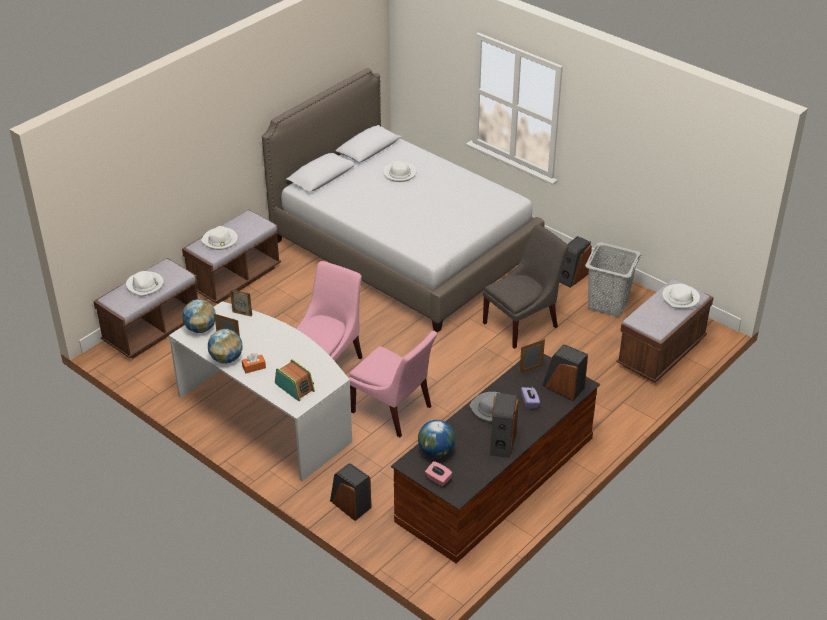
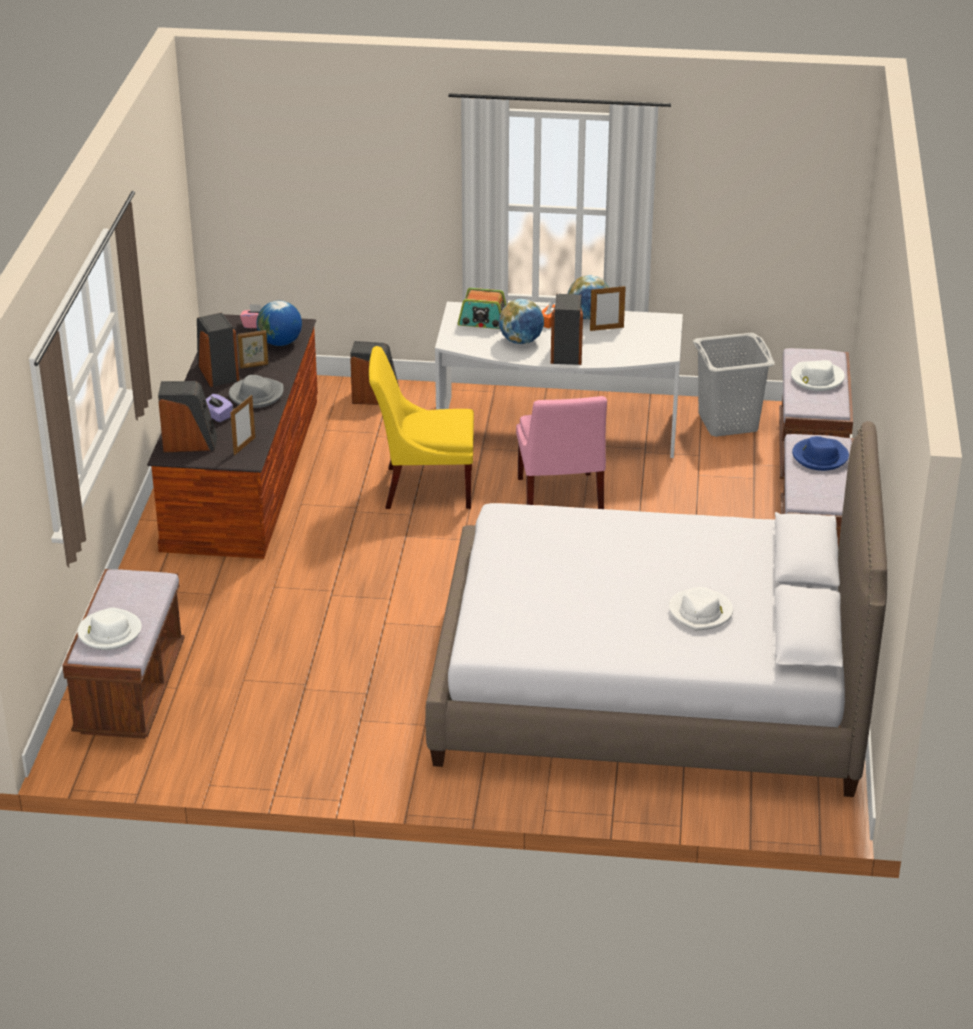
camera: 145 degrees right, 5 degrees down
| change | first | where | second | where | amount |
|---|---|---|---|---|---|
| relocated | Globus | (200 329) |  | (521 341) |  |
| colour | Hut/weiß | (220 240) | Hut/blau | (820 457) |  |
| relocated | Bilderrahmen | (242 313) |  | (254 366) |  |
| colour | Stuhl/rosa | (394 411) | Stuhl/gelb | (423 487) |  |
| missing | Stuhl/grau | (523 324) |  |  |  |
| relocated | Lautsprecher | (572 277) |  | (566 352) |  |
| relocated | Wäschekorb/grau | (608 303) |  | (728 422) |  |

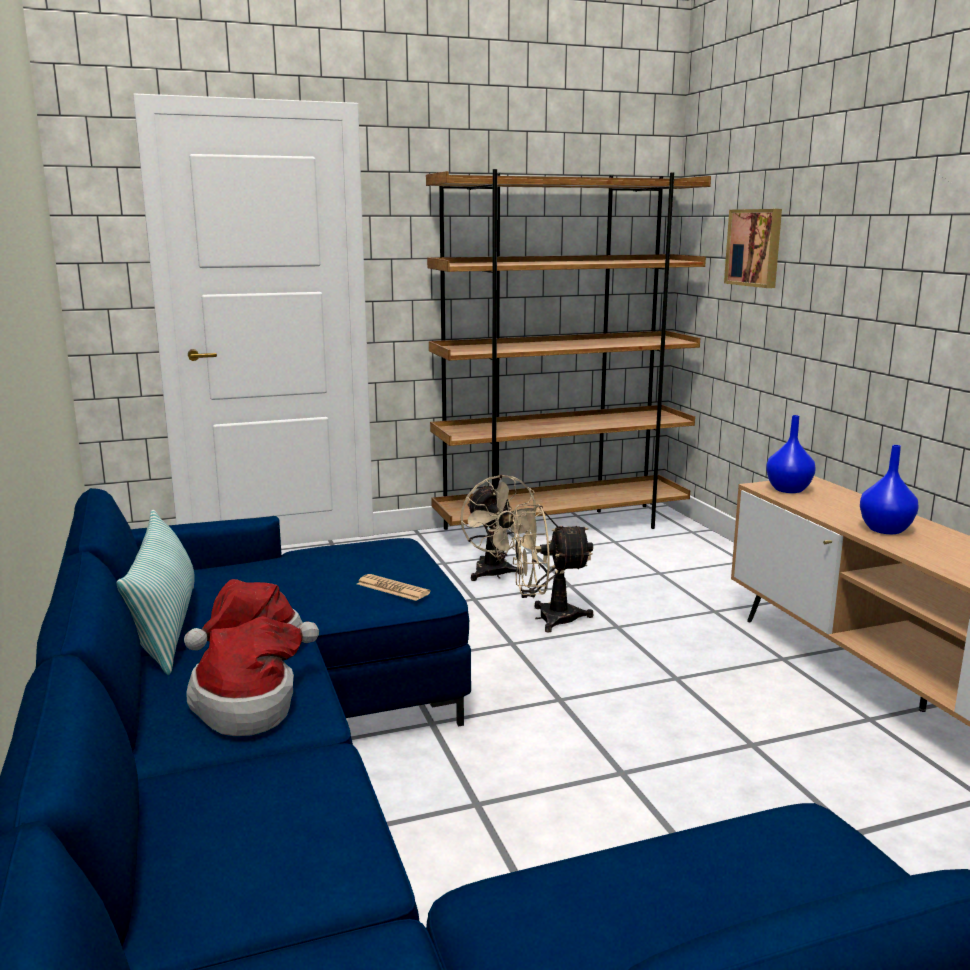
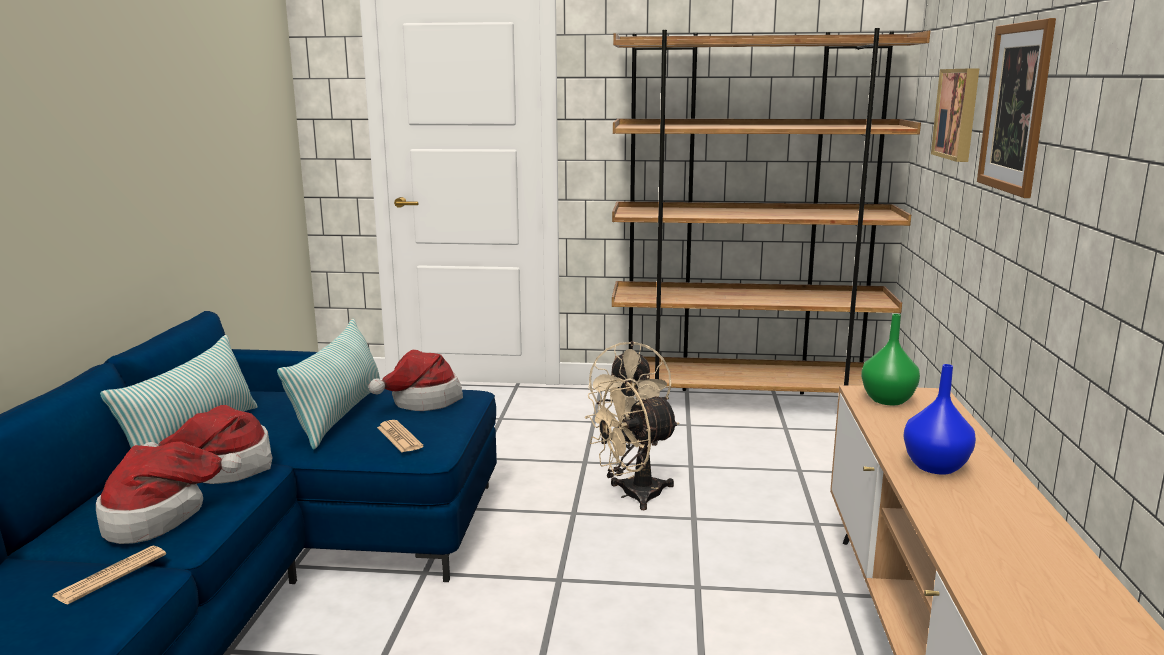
camera: 25 degrees right, 0 degrees up
| change | first | where | second | where | amount |
|---|---|---|---|---|---|
| spun | Ventilator/beige | (547 619) |  | (632 495) | 45 degrees counterclockwise |
| colour | Vase/blau | (789 490) | Vase/grün | (888 400) |  |
| appeared |  |  | Zeitung | (111 575) |  |
| appeared |  |  | Kissen | (339 414) |  |
| appeared |  |  | Hut | (421 400) |  |
| appeared |  |  | Bild | (1015 108) |  |

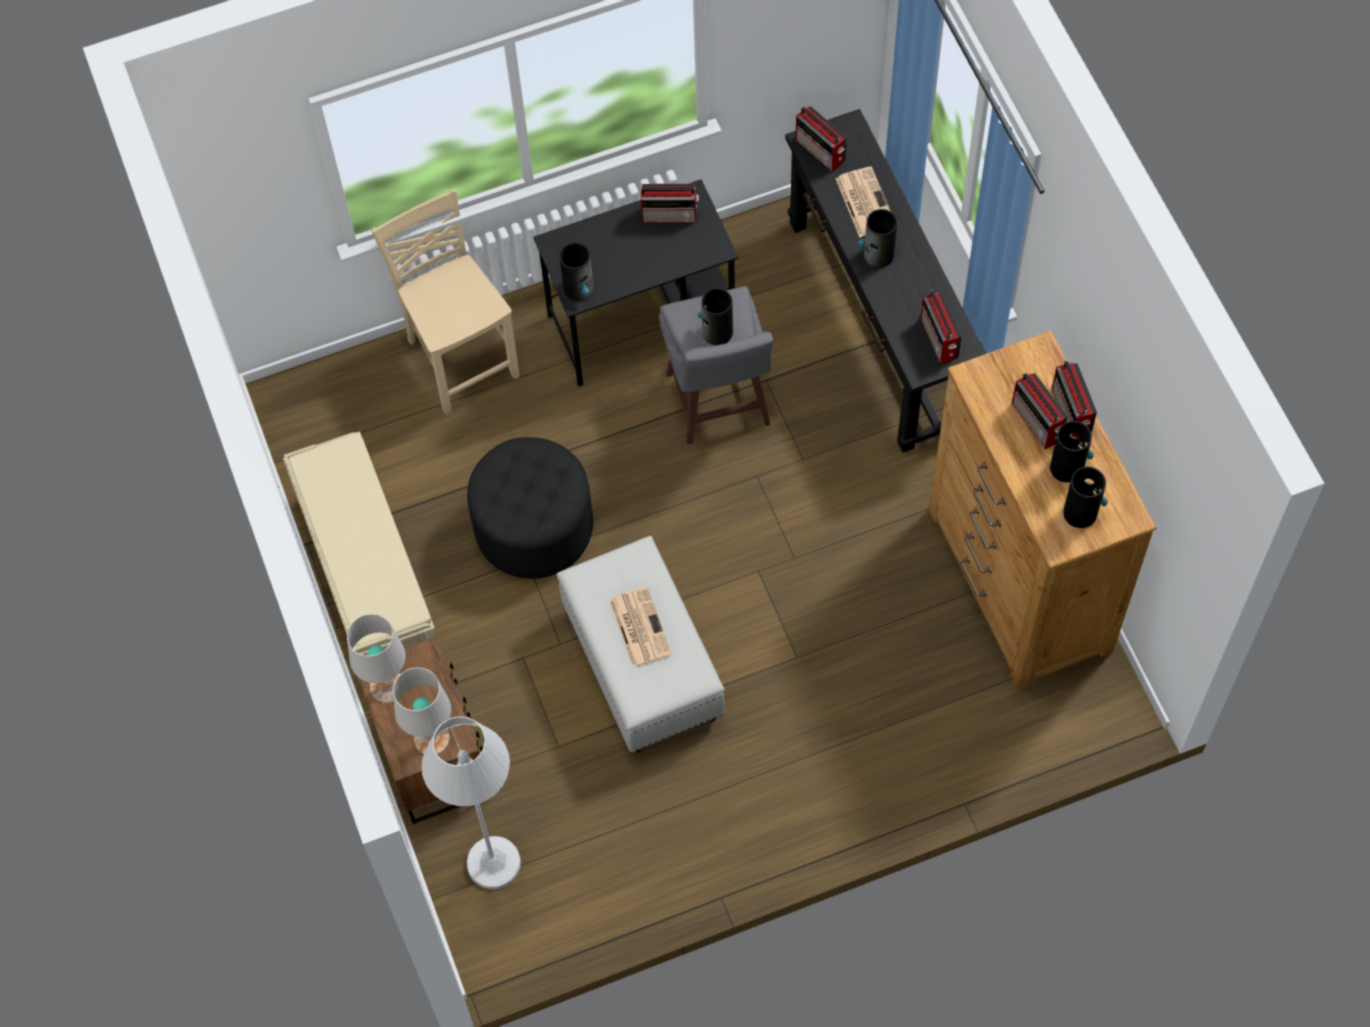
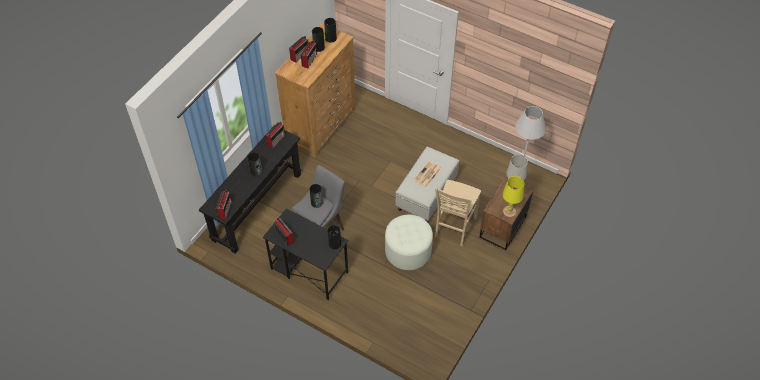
camera: 130 degrees left, 10 degrees down
| change | first | where | second | where | amount |
|---|---|---|---|---|---|
| missing | Bank/beige | (369 579) |  |  |  |
| colour | Tischlampe/weiß | (387 687) | Tischlampe/gelb | (509 211) |  |
| relocated | Stuhl/beige | (461 358) |  | (454 227) |  |
| colour | Polsterhocker/schwarz | (534 526) | Polsterhocker/weiß | (408 251) |  |
| missing | Zeitung | (864 202) |  |  |  |

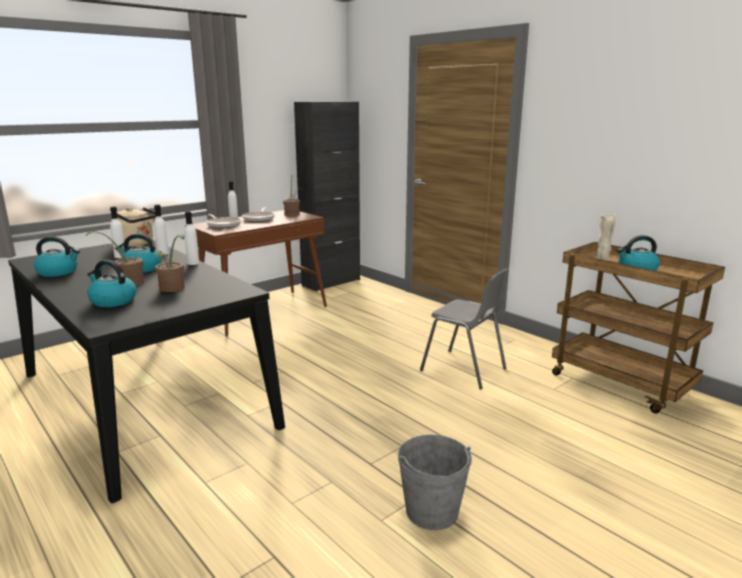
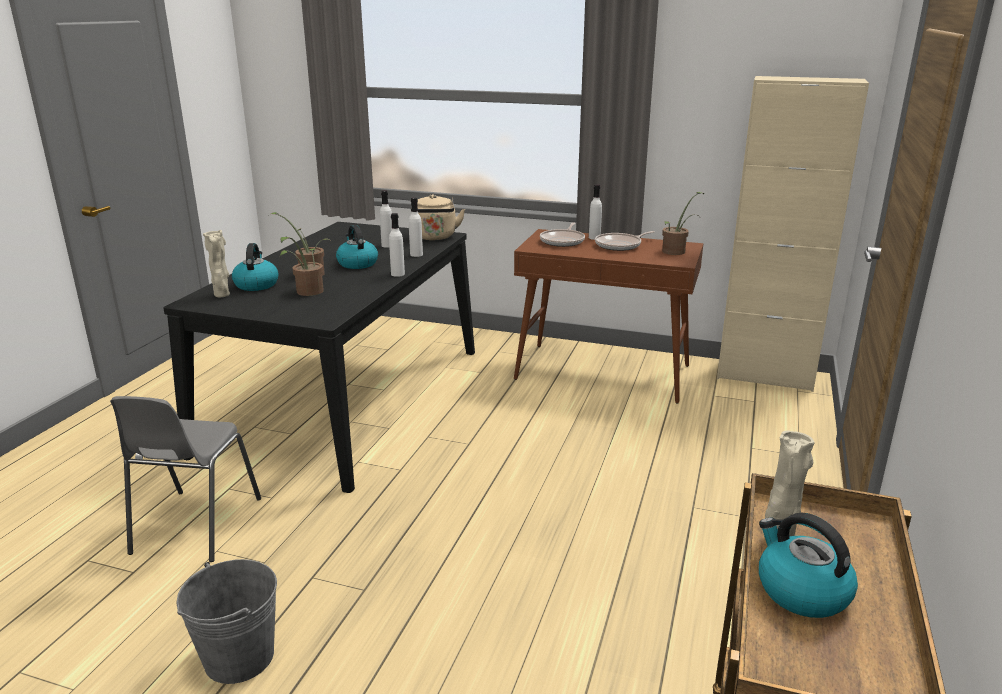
camera: 60 degrees right, 5 degrees up
| change | first | where | second | where | amount |
|---|---|---|---|---|---|
| missing | Wasserkessel | (58 272) |  |  |  |
| colour | Schrank/schwarz | (331 282) | Schrank/beige | (764 376) |  |
| relocated | Stuhl/grau | (464 370) |  | (195 526) |  |
| appeared |  |  | Vase/beige | (222 295) |  |

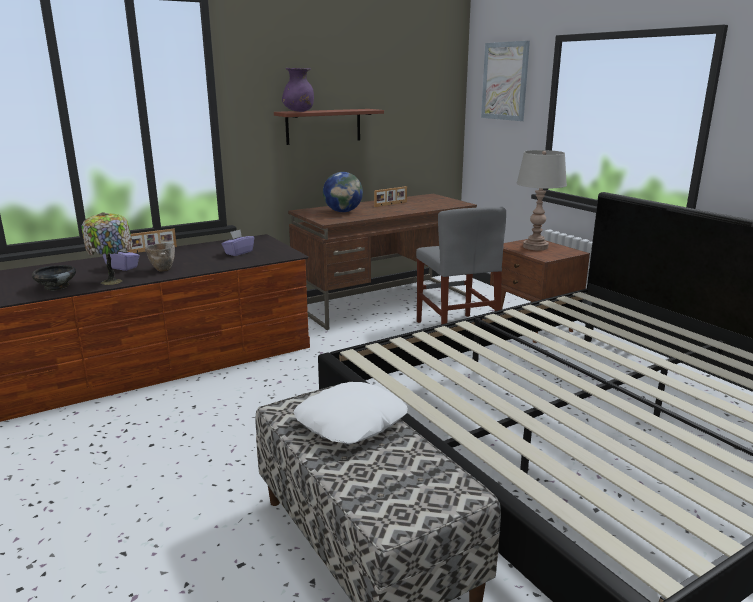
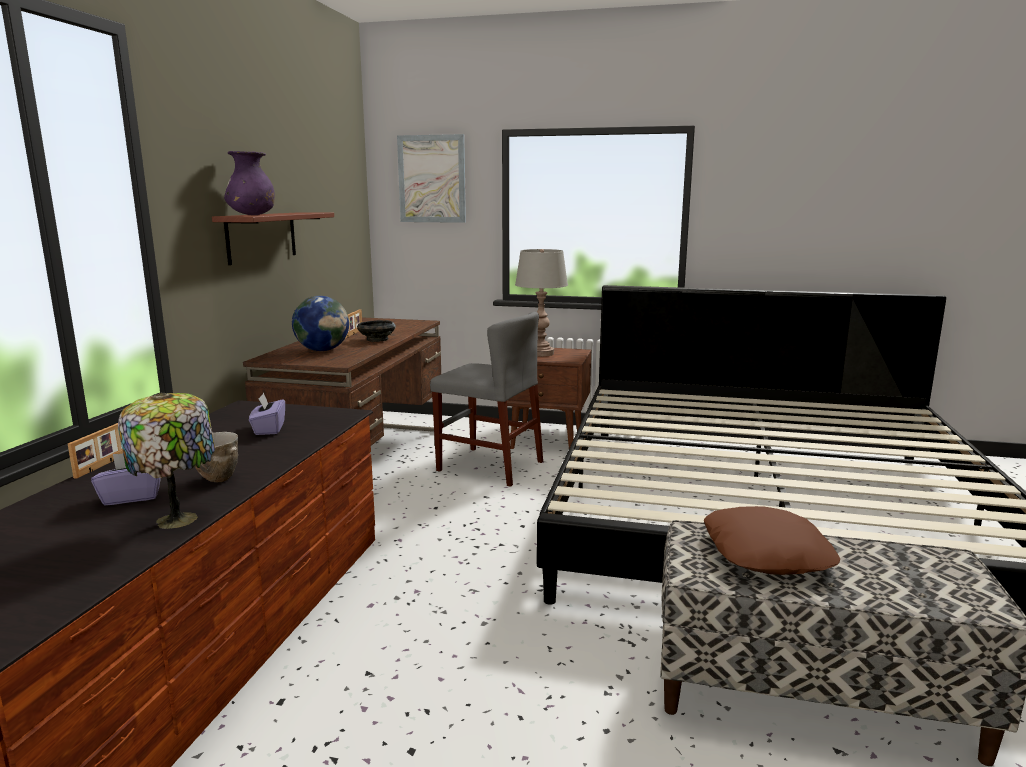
camera: 45 degrees left, 5 degrees down
| change | first | where | second | where | amount |
|---|---|---|---|---|---|
| relocated | Schüssel/schwarz | (56 286) |  | (377 339) |  |
| colour | Kissen/weiß | (351 422) | Kissen/braun | (767 553) |  |

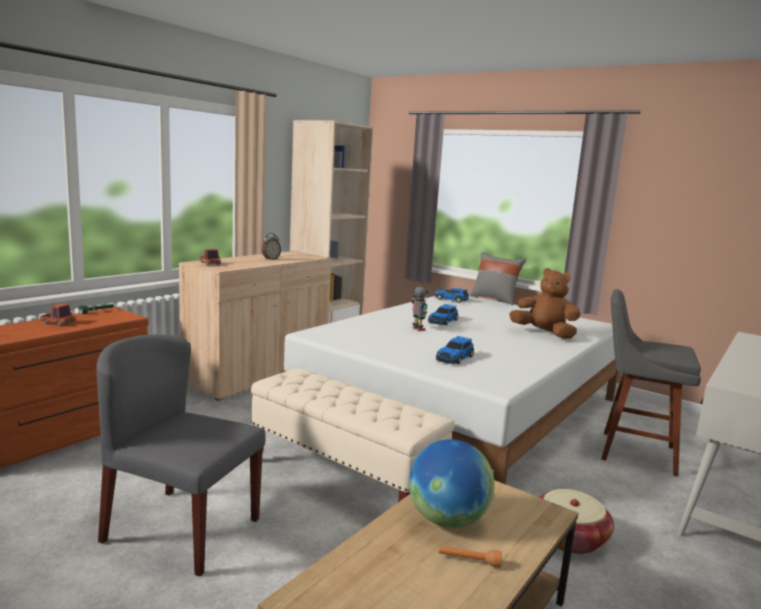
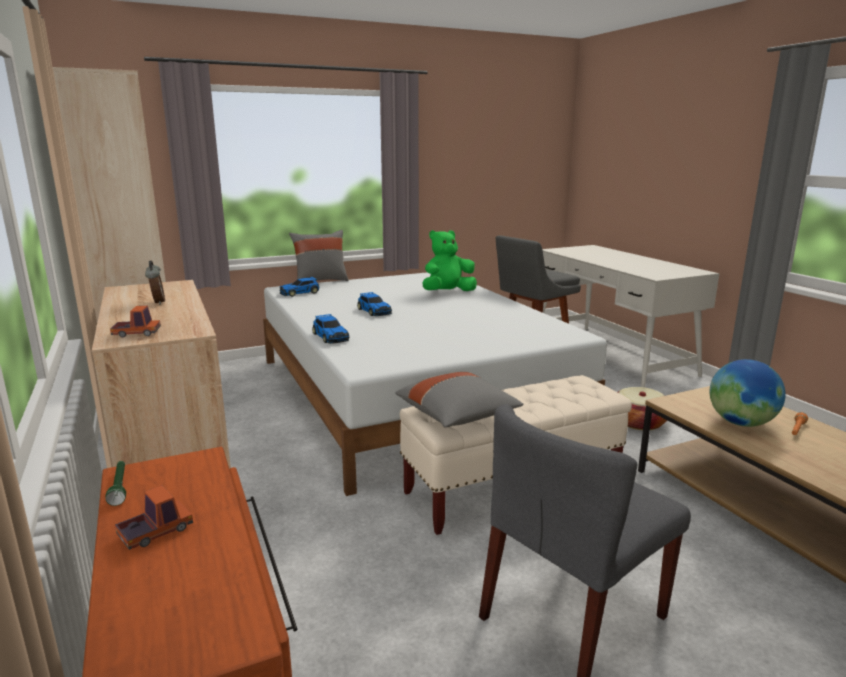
camera: 60 degrees left, 5 degrees up
| change | first | where | second | where | amount |
|---|---|---|---|---|---|
| missing | Spielzeugroboter | (417 329) |  |  |  |
| relocated | Spielzeugauto | (455 358) |  | (331 336) |  |
| colour | Plüschtier/braun | (544 334) | Plüschtier/grün | (448 292) |  |
| appeared |  |  | Kissen/grau | (458 416) |  |

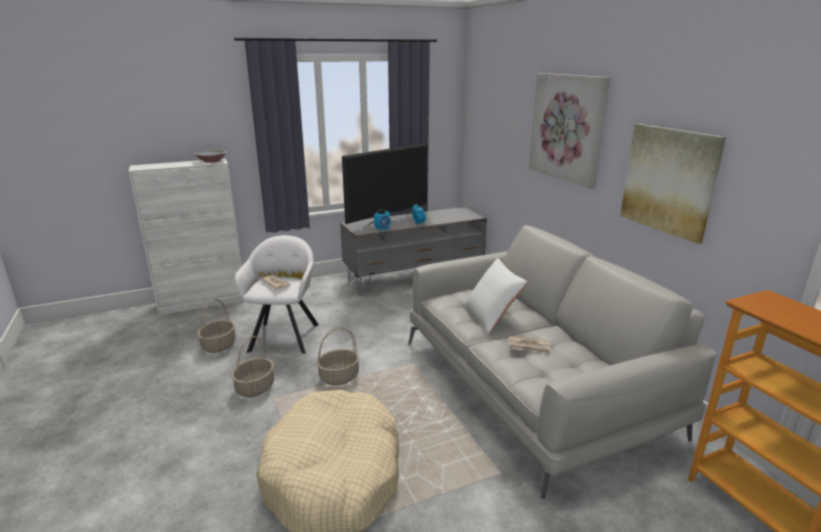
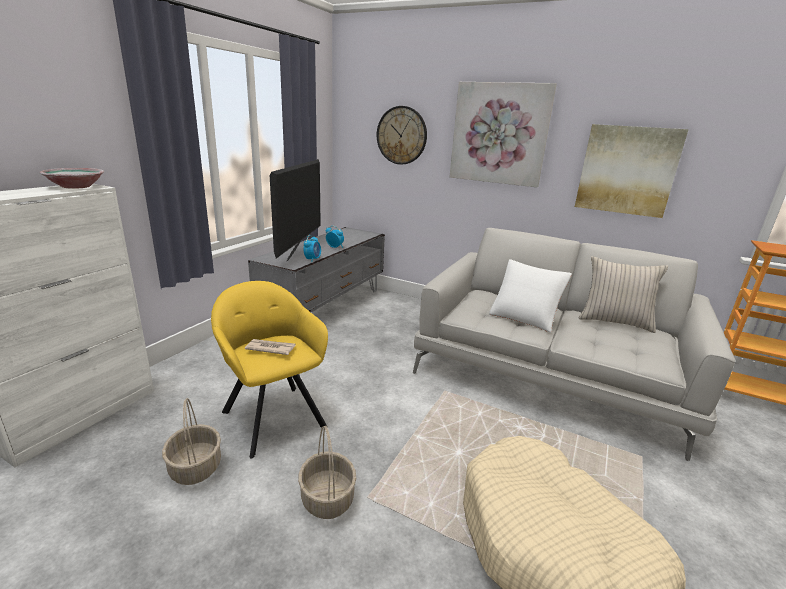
camera: 40 degrees left, 0 degrees up
| change | first | where | second | where | amount |
|---|---|---|---|---|---|
| colour | Sessel/weiß | (285 335) | Sessel/gelb | (273 415) |  |
| missing | Korb | (339 377) |  |  |  |
| missing | Zeitung | (529 347) |  |  |  |
| appeared |  |  | Wanduhr | (401 135) |  |
| appeared |  |  | Kissen/beige | (614 321) |  |

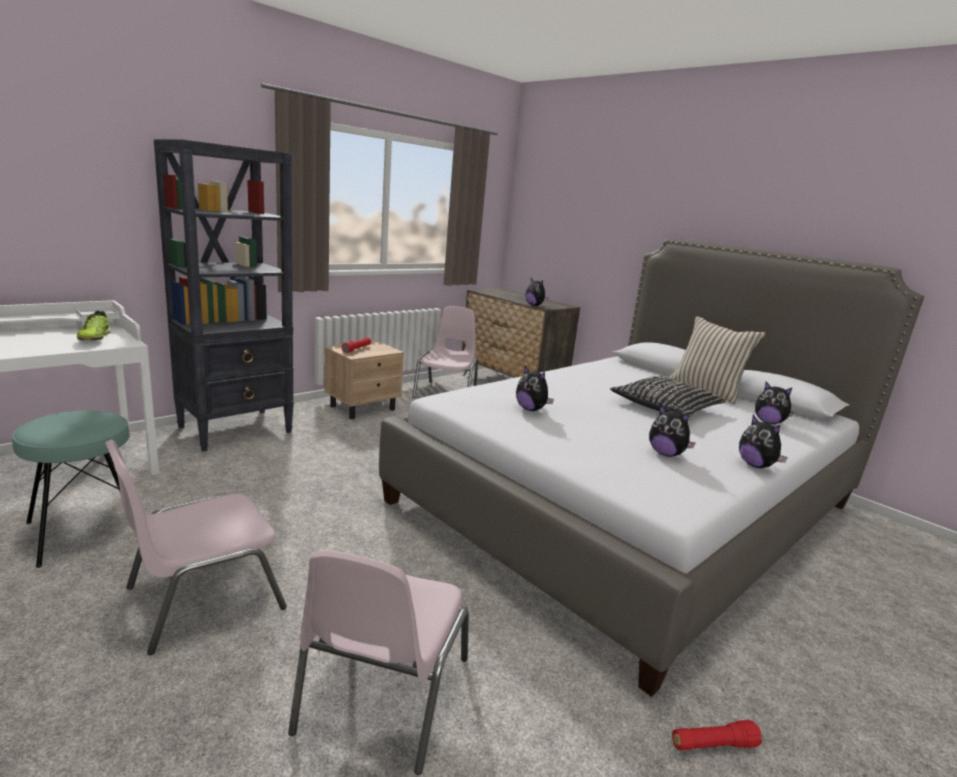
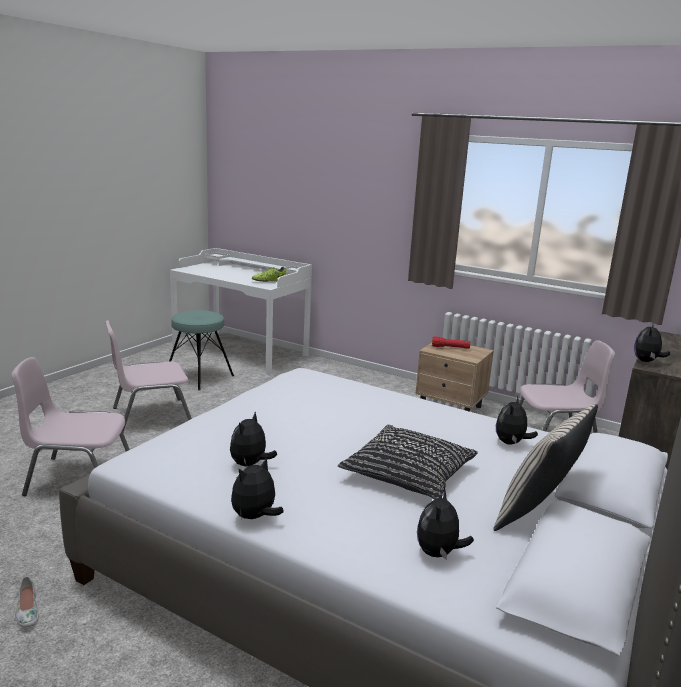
camera: 75 degrees right, 0 degrees up
| change | first | where | second | where | amount |
|---|---|---|---|---|---|
| spun | Stuhl/rosa | (202 598) |  | (150 416) | 60 degrees counterclockwise |
| missing | Bücherregal/schwarz | (237 429) |  |  |  |
| relocated | Plüschtier | (531 409) |  | (511 443) |  |
| exchanged | Taschenlampe/rot | (713 745) | Schuh/weiß | (27 611) |  |

